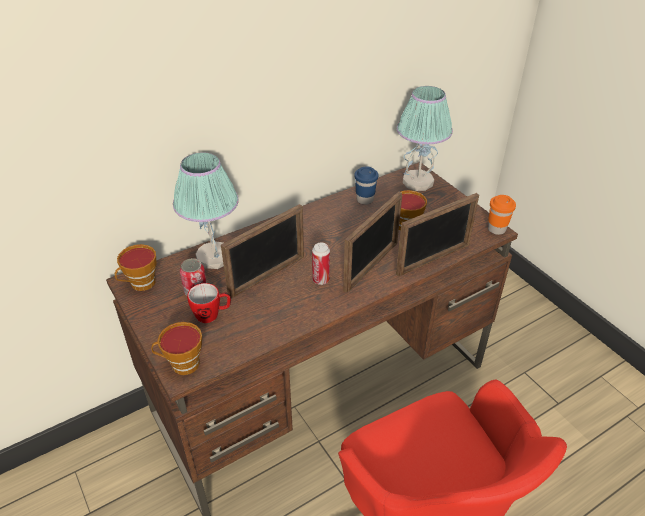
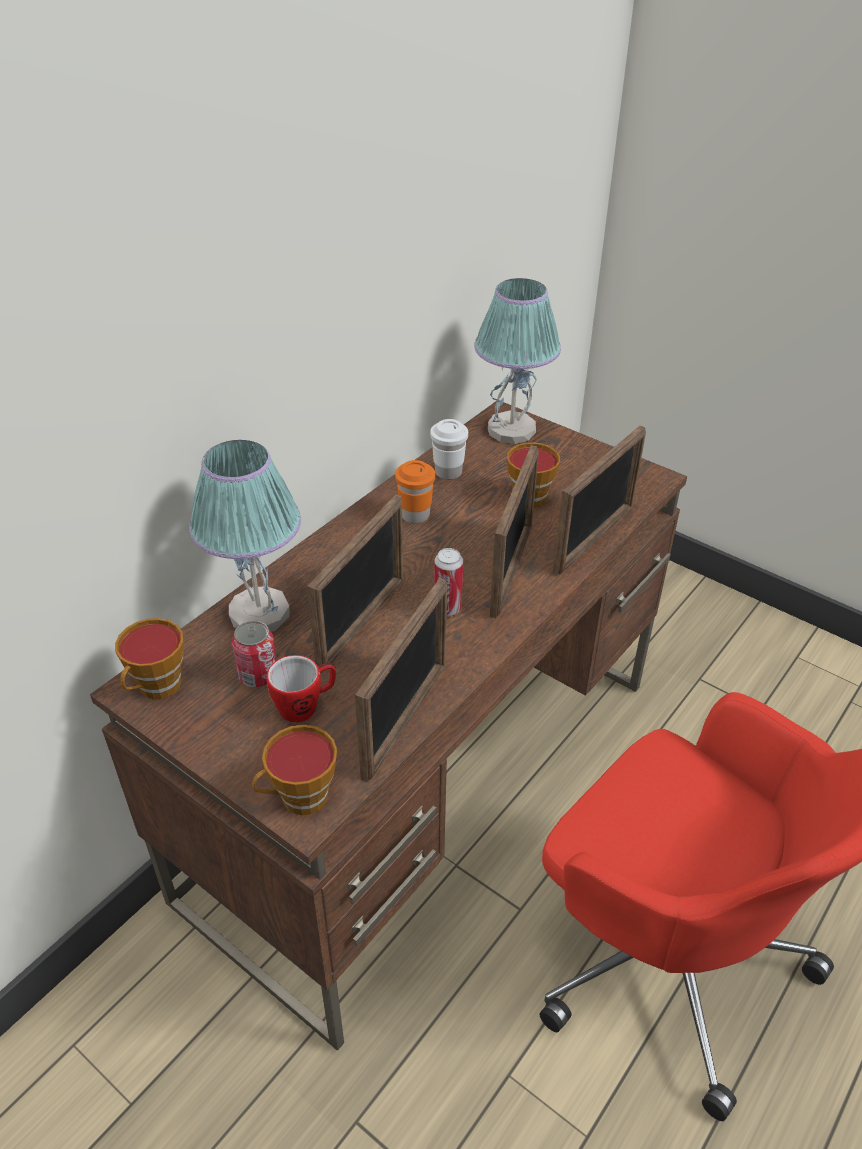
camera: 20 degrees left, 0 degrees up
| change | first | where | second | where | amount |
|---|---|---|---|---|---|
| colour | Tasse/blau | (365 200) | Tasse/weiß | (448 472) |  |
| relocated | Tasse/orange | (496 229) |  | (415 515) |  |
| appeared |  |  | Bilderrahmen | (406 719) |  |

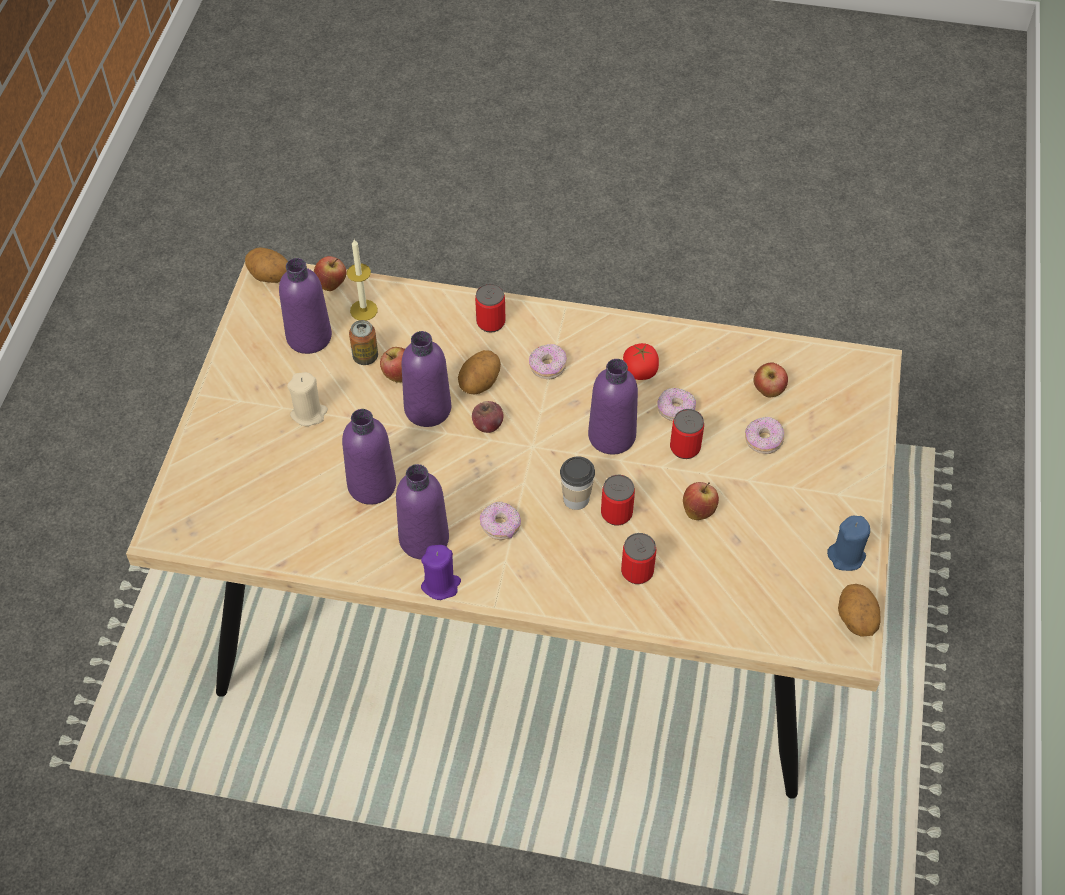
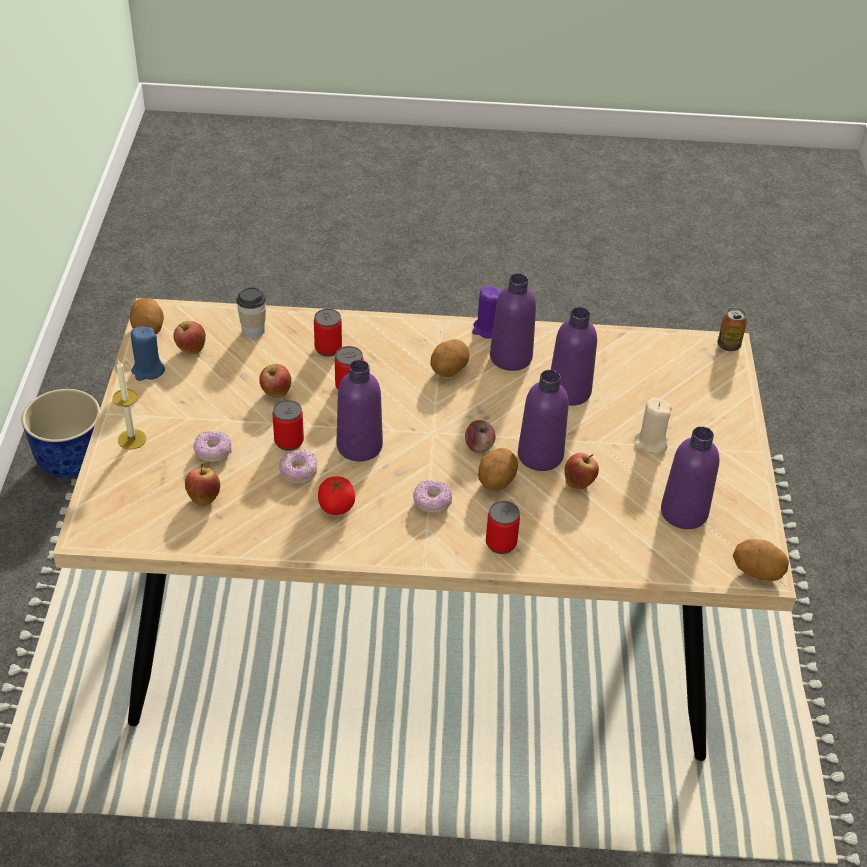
camera: 170 degrees right, 10 degrees down
| change | first | where | second | where | amount |
|---|---|---|---|---|---|
| relocated | Apfel | (332 285) |  | (191 349) |  |
| relocated | Kerze | (363 310) |  | (132 439) |  |
| relocated | Dose | (365 357) |  | (728 345) |  |
| exchanged | Donut | (500 526) | Kartoffel | (448 370) |  |
| relocated | Tasse | (576 499) |  | (253 331) |  |
| appeared |  |  | Pflanzkübel | (70 462) |  |

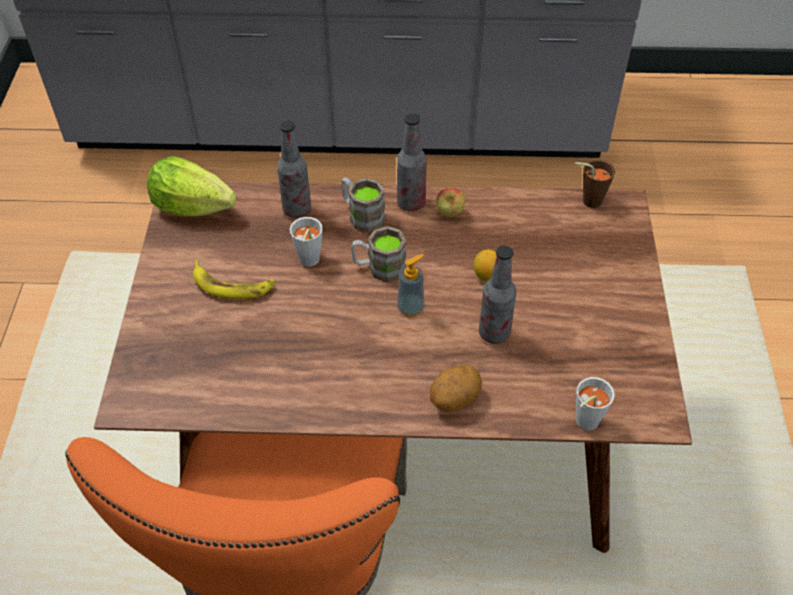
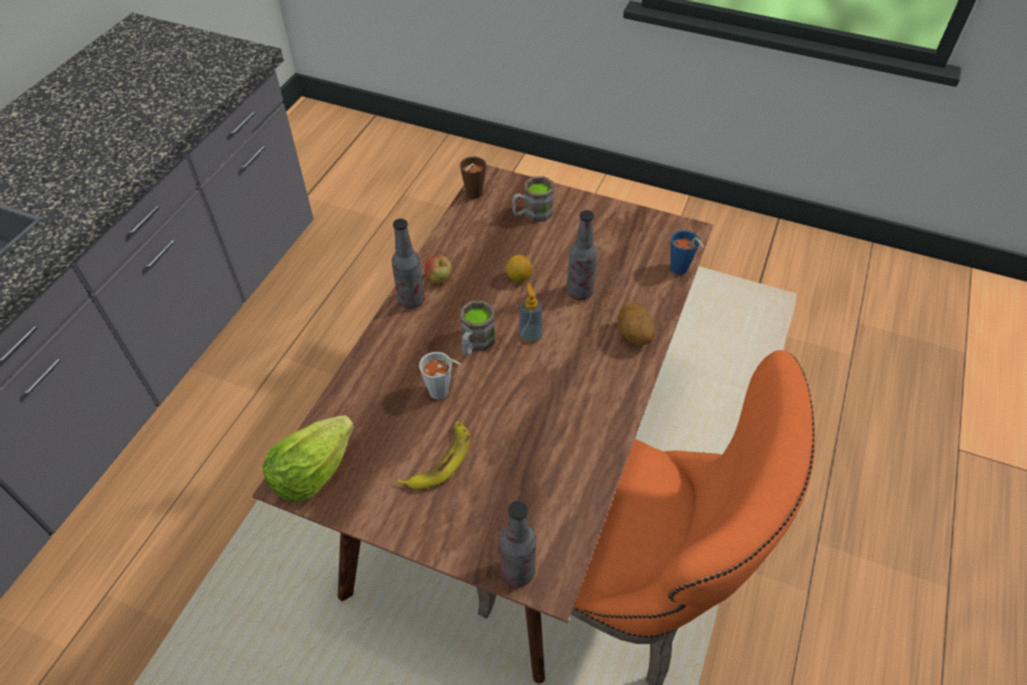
camera: 70 degrees left, 0 degrees up
| change | first | where | second | where | amount |
|---|---|---|---|---|---|
| relocated | Flasche | (297 210) |  | (517 572) |  |
| relocated | Henkelbecher/braun | (361 215) |  | (532 214) |  |
| colour | Tasse/grau | (583 423) | Tasse/blau | (681 271) |  |

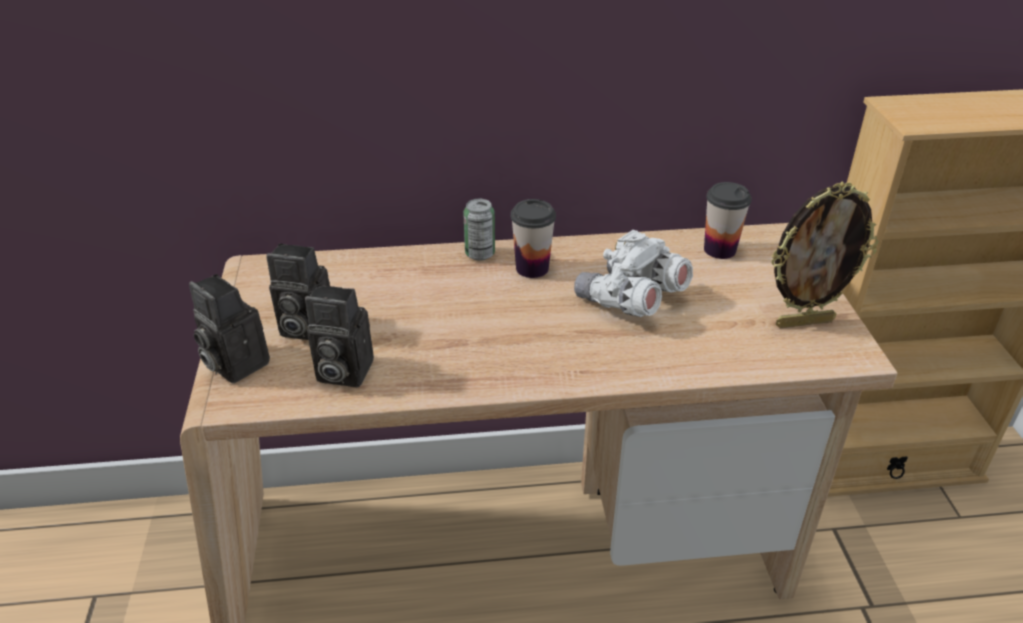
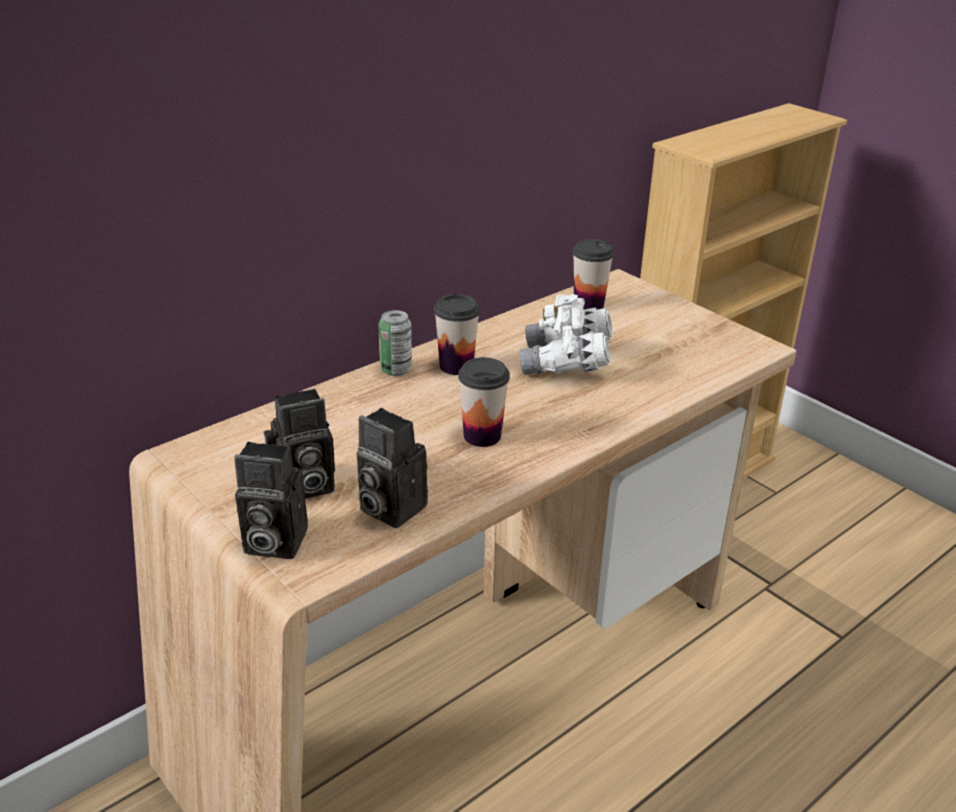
camera: 35 degrees left, 5 degrees down
| change | first | where | second | where | amount |
|---|---|---|---|---|---|
| spun | Kamera | (341 372) |  | (388 508) | 60 degrees clockwise |
| missing | Bilderrahmen | (804 322) |  |  |  |
| appeared |  |  | Tasse | (482 436) |  |

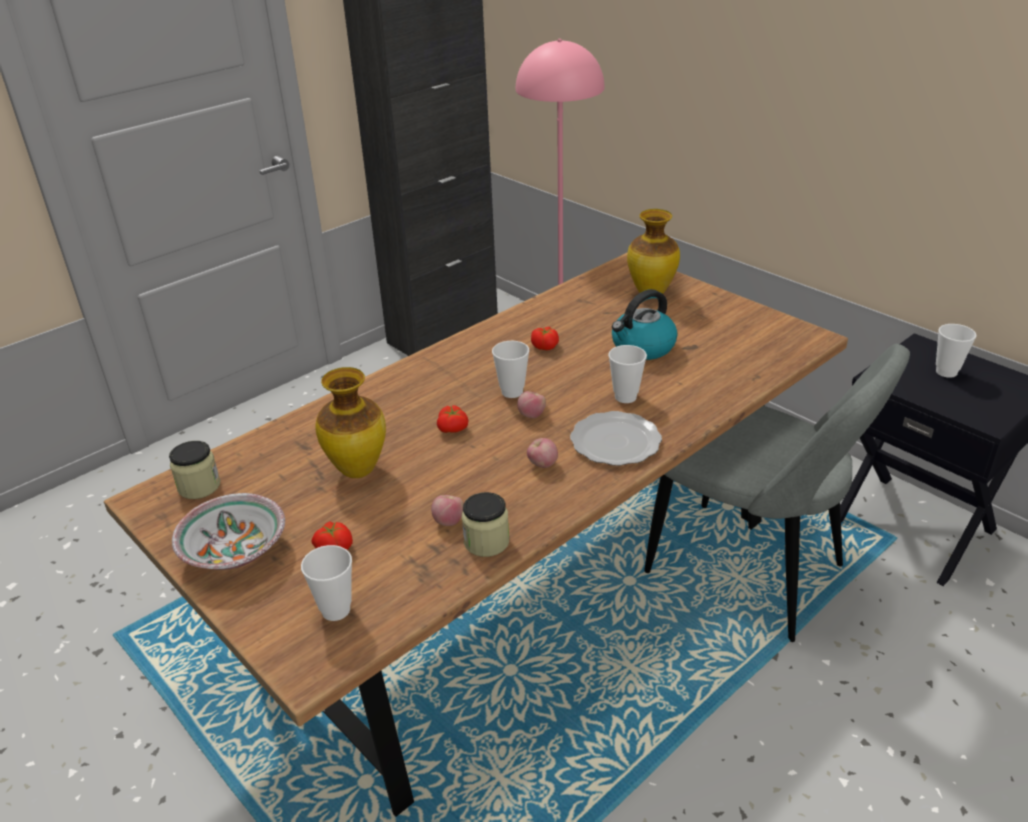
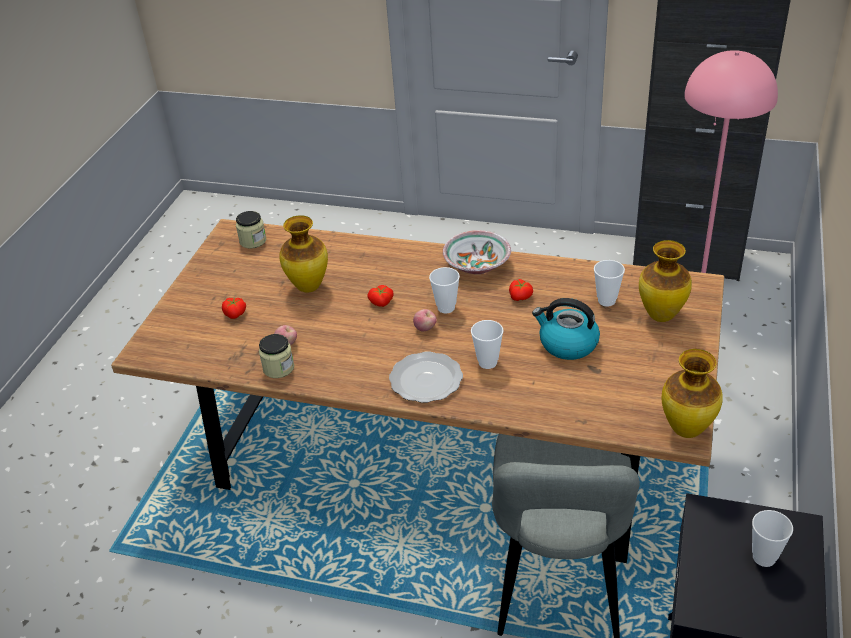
camera: 60 degrees right, 5 degrees up
| change | first | where | second | where | amount |
|---|---|---|---|---|---|
| relocated | Schüssel | (235 552) |  | (476 266) |  |
| relocated | Tasse | (336 610) |  | (606 301) |  |
| missing | Apfel | (542 464) |  |  |  |
| appeared |  |  | Vase | (687 430) |  |

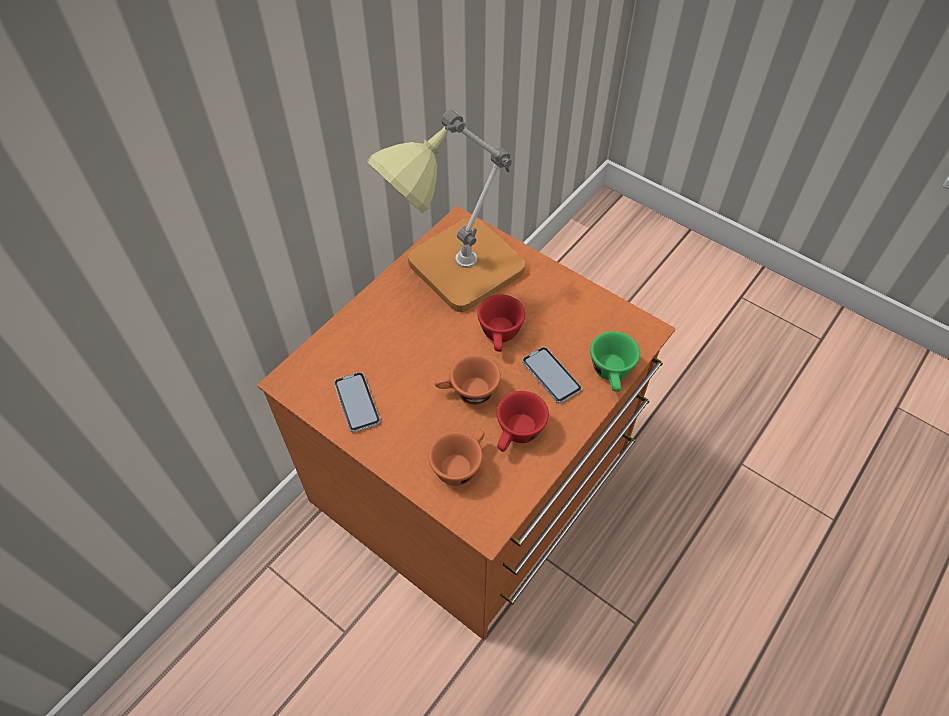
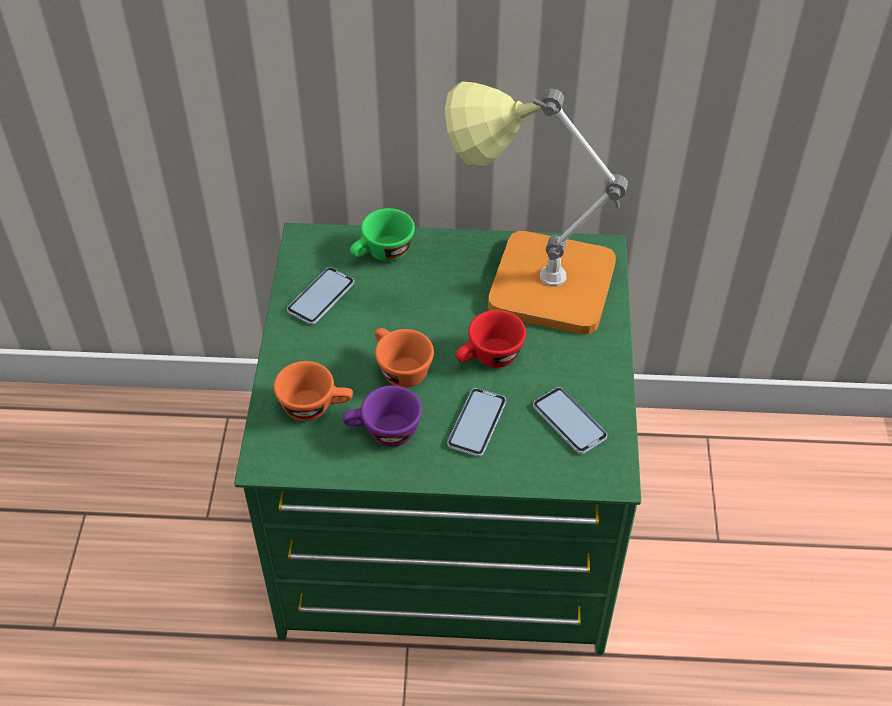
camera: 55 degrees right, 5 degrees down
| change | first | where | second | where | amount |
|---|---|---|---|---|---|
| colour | Kommode/orange | (474 478) | Kommode/grün | (447 526) |  |
| colour | Tasse/rot | (517 435) | Tasse/lila | (383 433) |  |
| relocated | Tasse/grün | (612 374) |  | (382 254) |  |
| appeared |  |  | Handy | (569 421) |  |

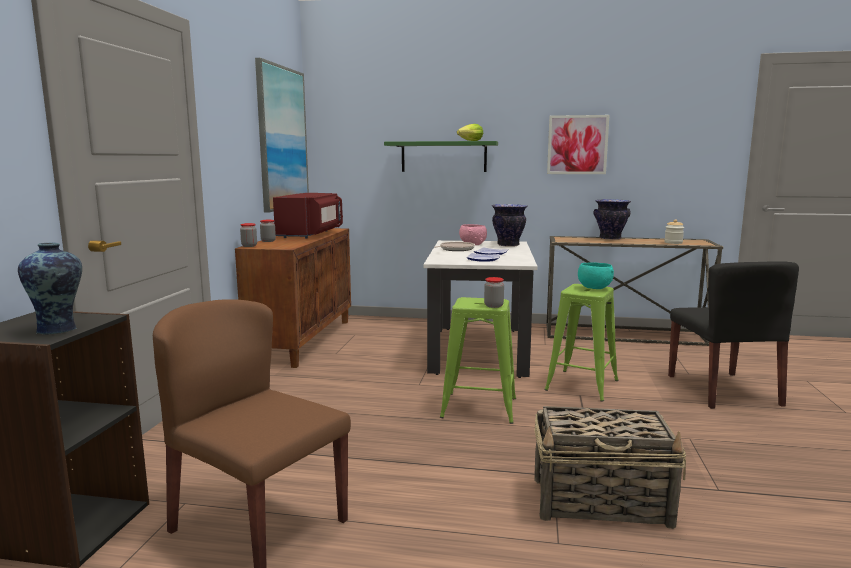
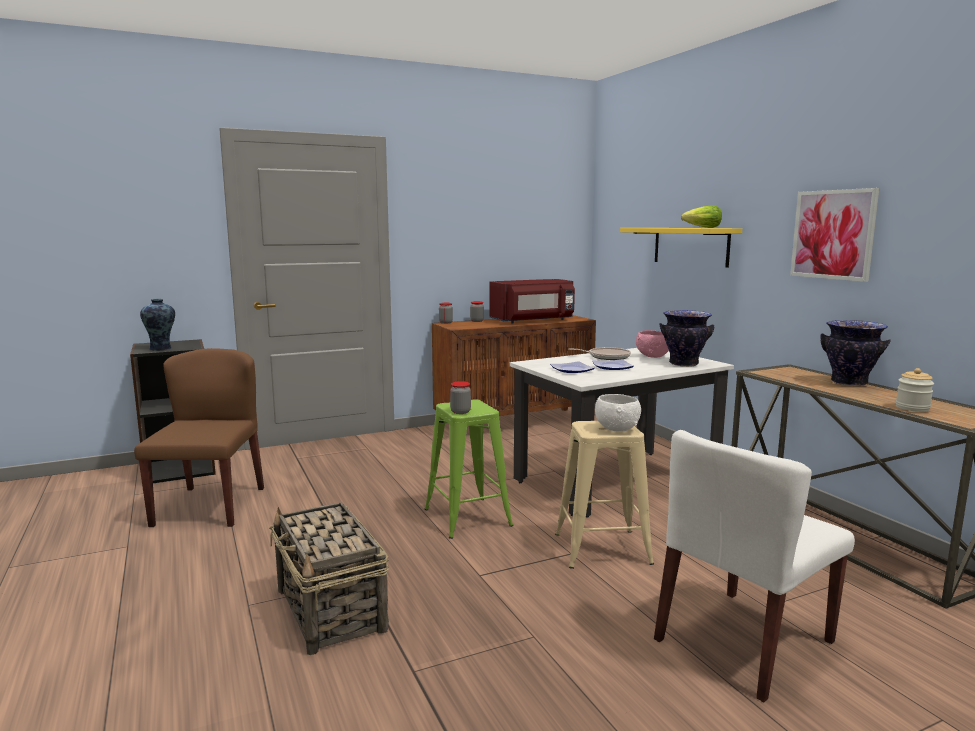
camera: 55 degrees right, 0 degrees up
| change | first | where | second | where | amount |
|---|---|---|---|---|---|
| missing | Bild | (282 138) |  |  |  |
| colour | Wandregal/grün | (443 157) | Wandregal/gelb | (690 246) |  |
| colour | Hocker/grün | (582 385) | Hocker/beige | (603 549) |  |
| colour | Schüssel/türkis | (594 288) | Schüssel/weiß | (617 429) |  |
| colour | Stuhl/schwarz | (723 390) | Stuhl/weiß | (743 641) |  |

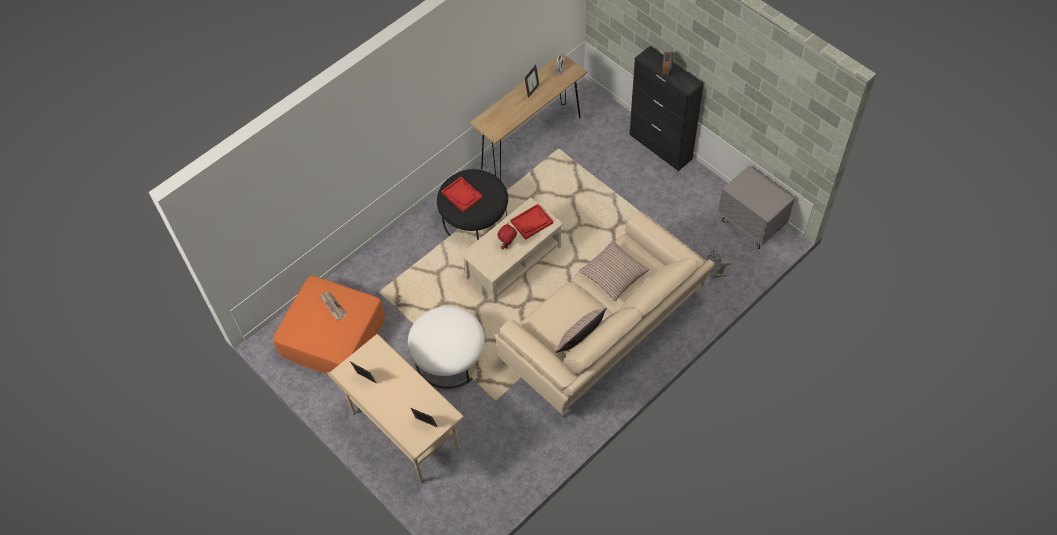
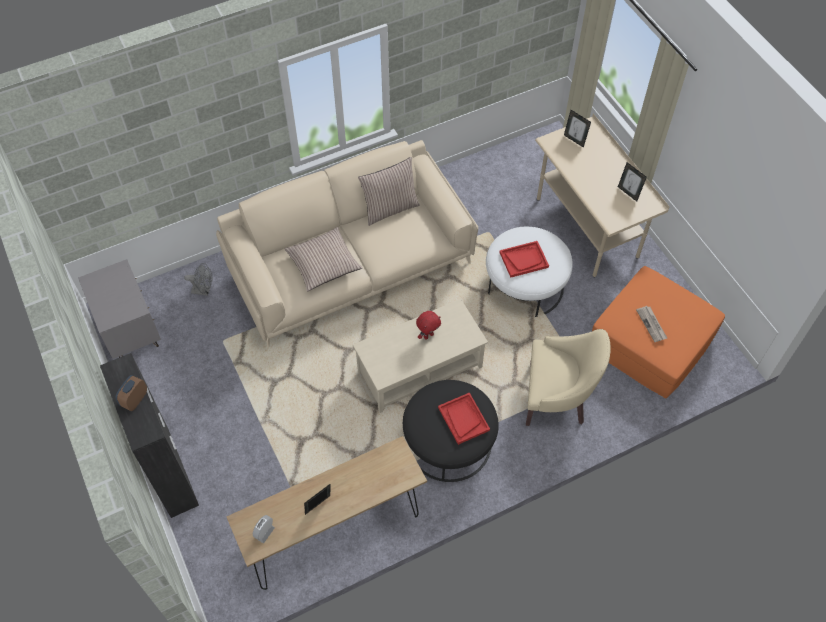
camera: 165 degrees left, 0 degrees up
| change | first | where | second | where | amount |
|---|---|---|---|---|---|
| relocated | Tablett/rot | (531 222) |  | (524 260) |  |
| appeared |  |  | Sessel/beige | (557 397) |  |

